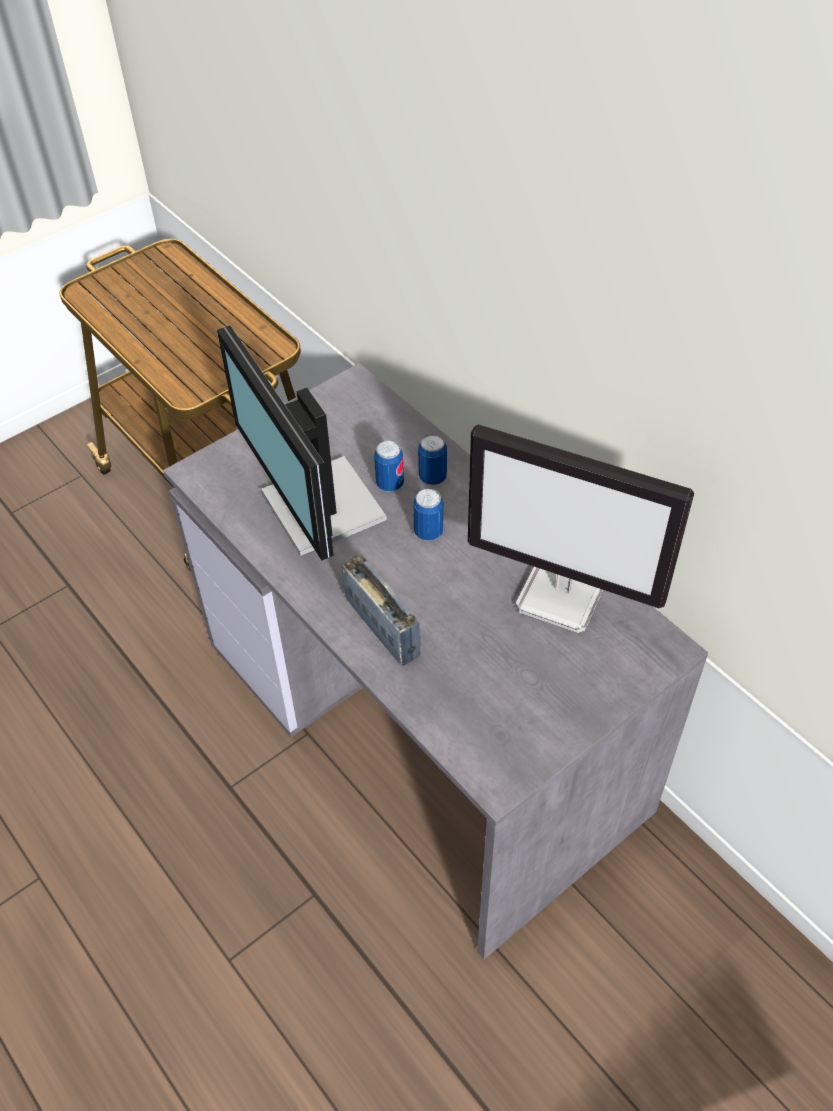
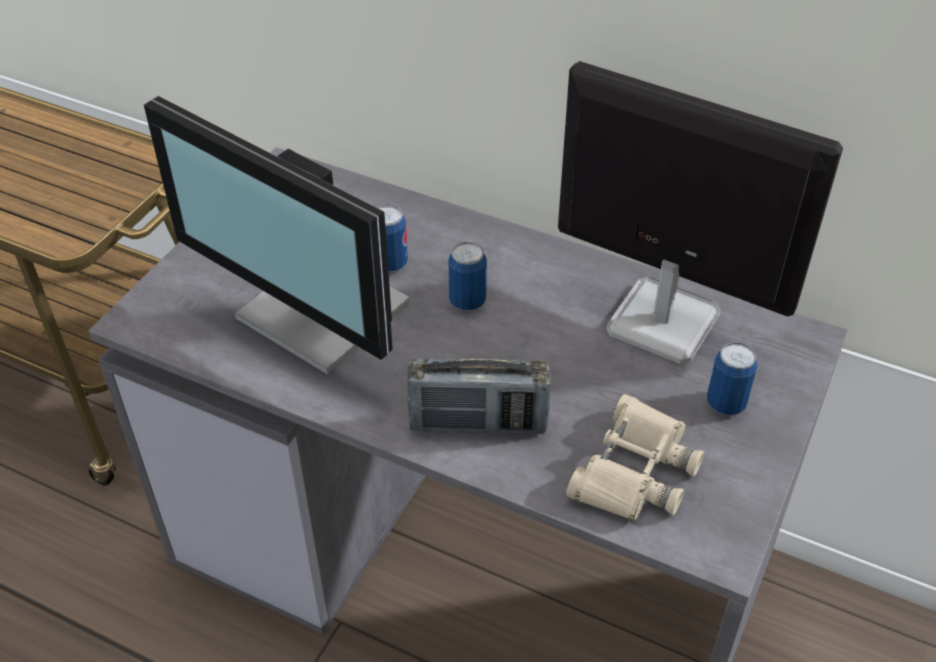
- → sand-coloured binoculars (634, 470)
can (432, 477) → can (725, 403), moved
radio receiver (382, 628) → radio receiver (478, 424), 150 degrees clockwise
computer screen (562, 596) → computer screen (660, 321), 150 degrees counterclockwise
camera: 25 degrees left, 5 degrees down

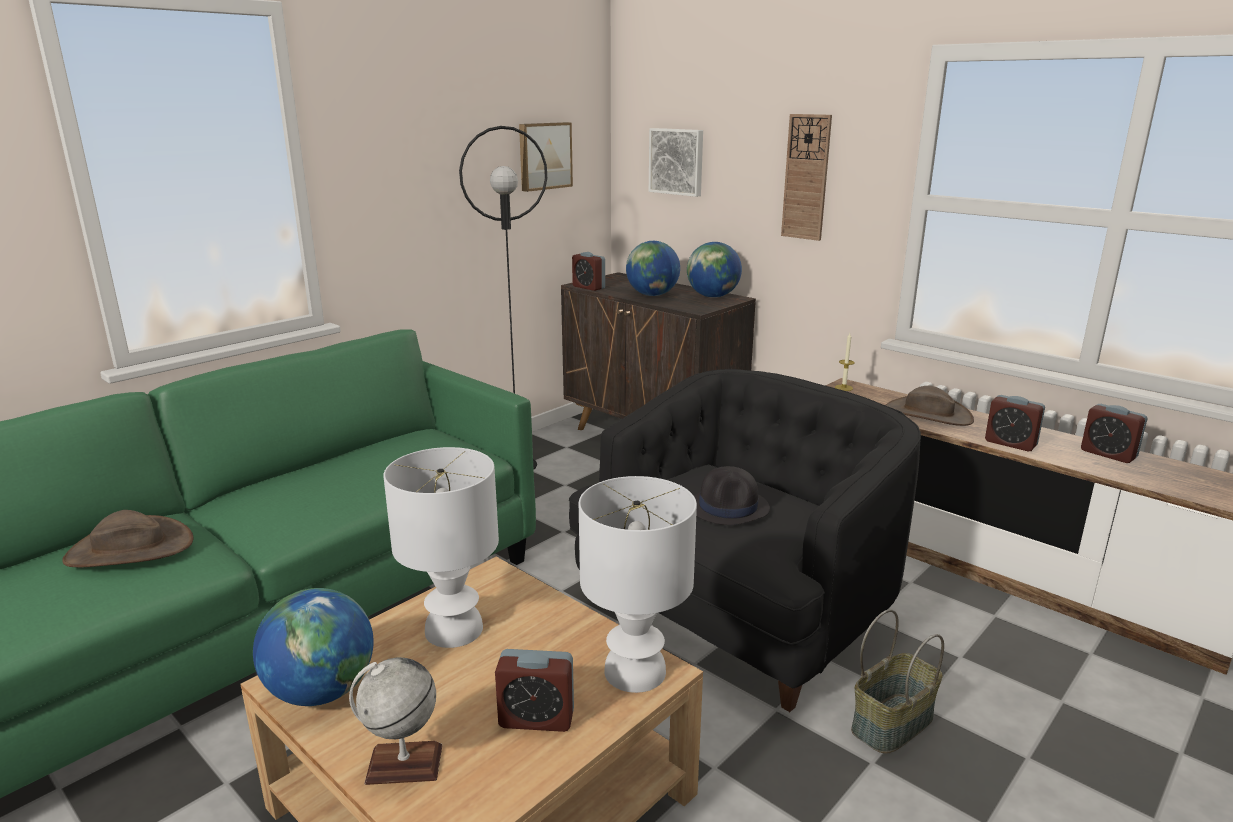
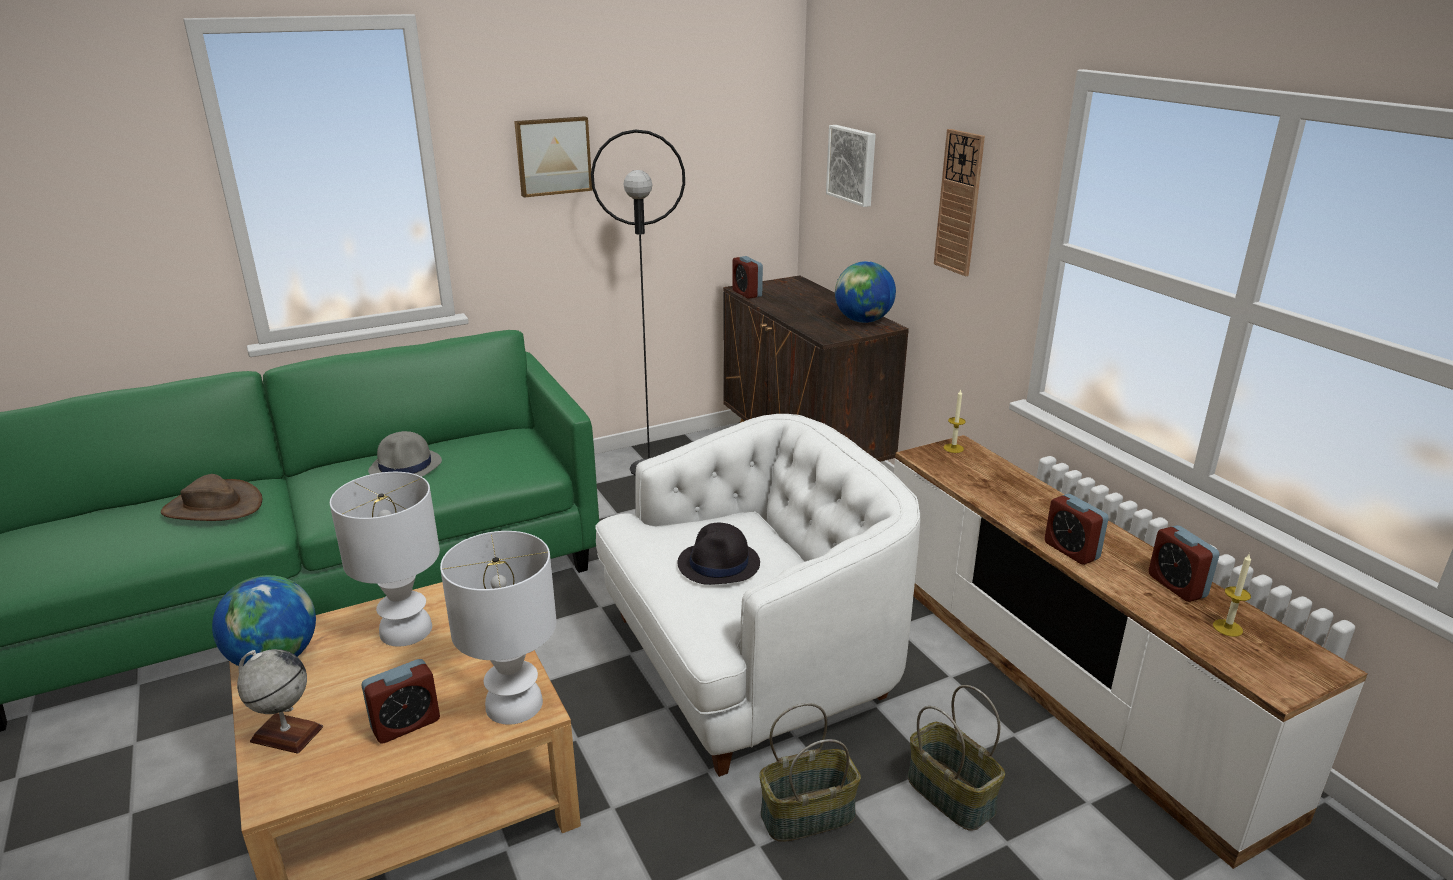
desk globe (652, 295) → -
brown wearable hat (927, 414) → -
- → grey wearable hat (406, 466)
- → household basket (952, 795)
- → wax light (1227, 628)
picture (544, 156) → picture (553, 156), moved
black armchair (737, 607) → white-coloured armchair (749, 661)
bedside clock (536, 719) → bedside clock (406, 724), 60 degrees counterclockwise
camera: 20 degrees right, 5 degrees up

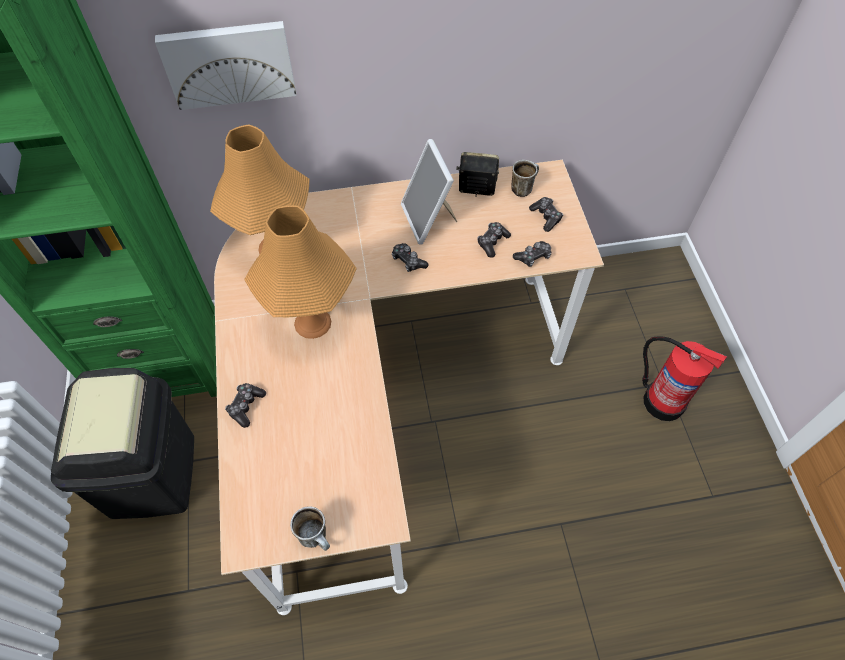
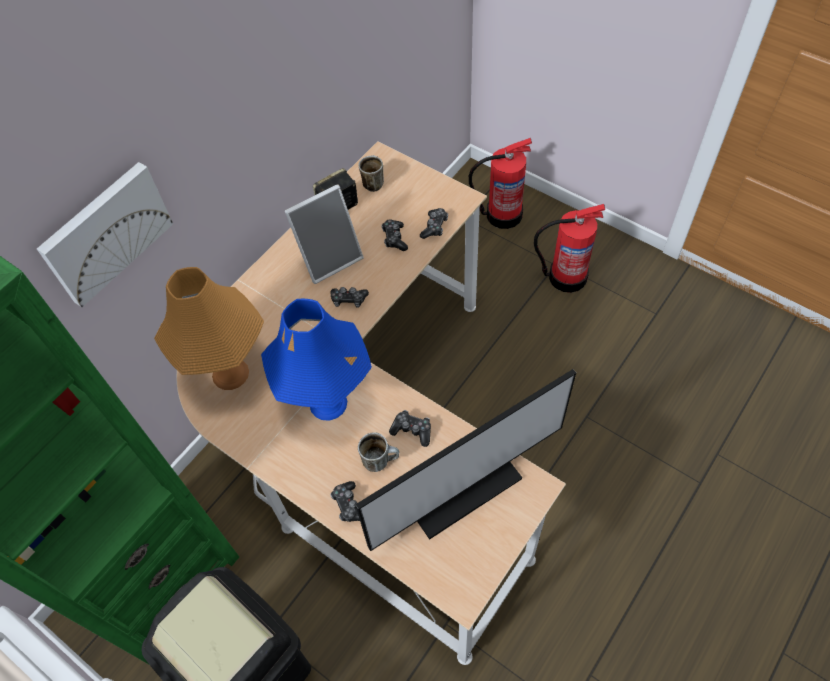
- → computer screen (461, 488)
- → fire-fighting cylinder (502, 215)
tea mug (317, 537) → tea mug (380, 460), moved
game controller (546, 217) → game controller (412, 430), moved
orange table lamp (312, 323) → blue-coloured table lamp (328, 403)
photo frame (429, 220) → photo frame (329, 257), 60 degrees counterclockwise
camera: 40 degrees left, 0 degrees up

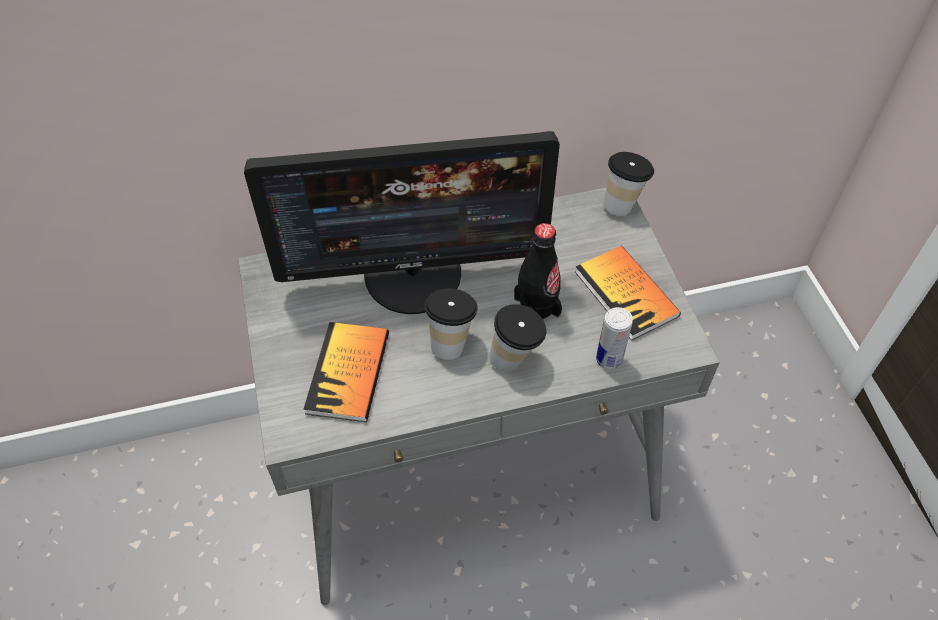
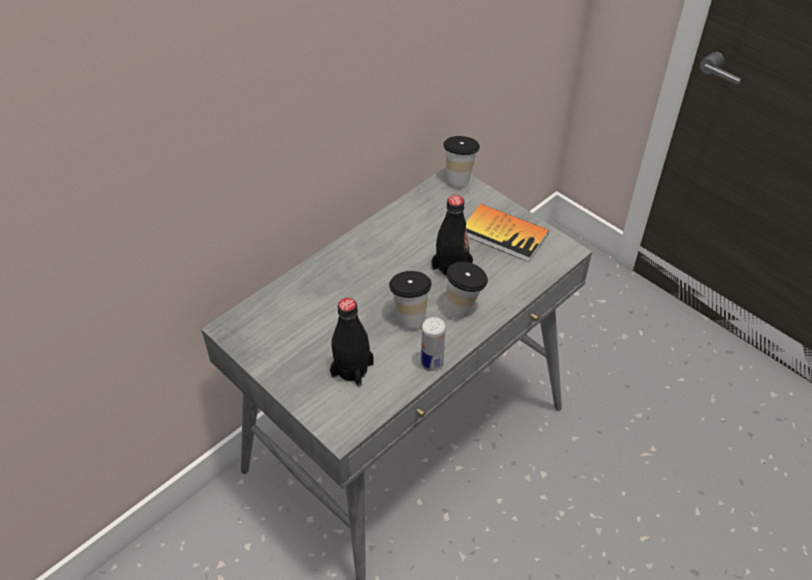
computer screen (413, 274) → -
can (609, 359) → can (432, 363), moved
book (348, 373) → black bottle (352, 369)
camera: 30 degrees left, 5 degrees down

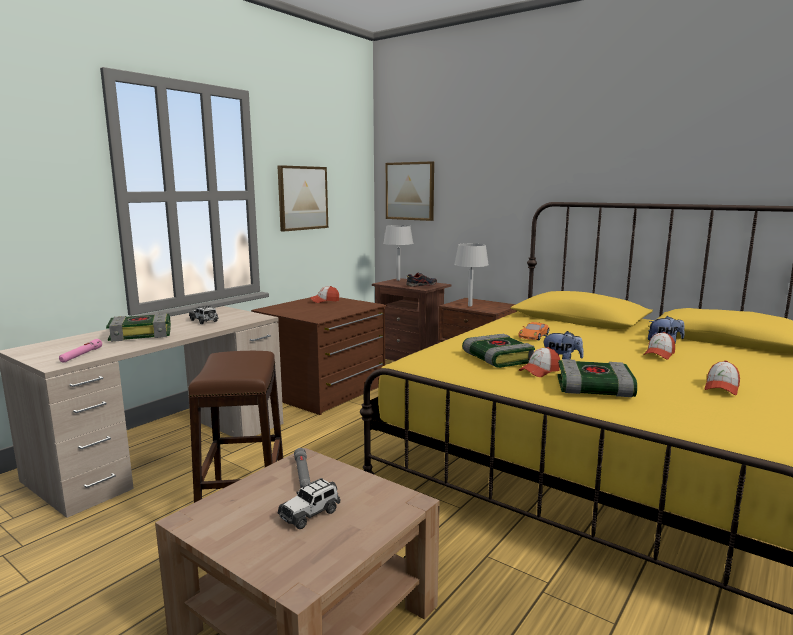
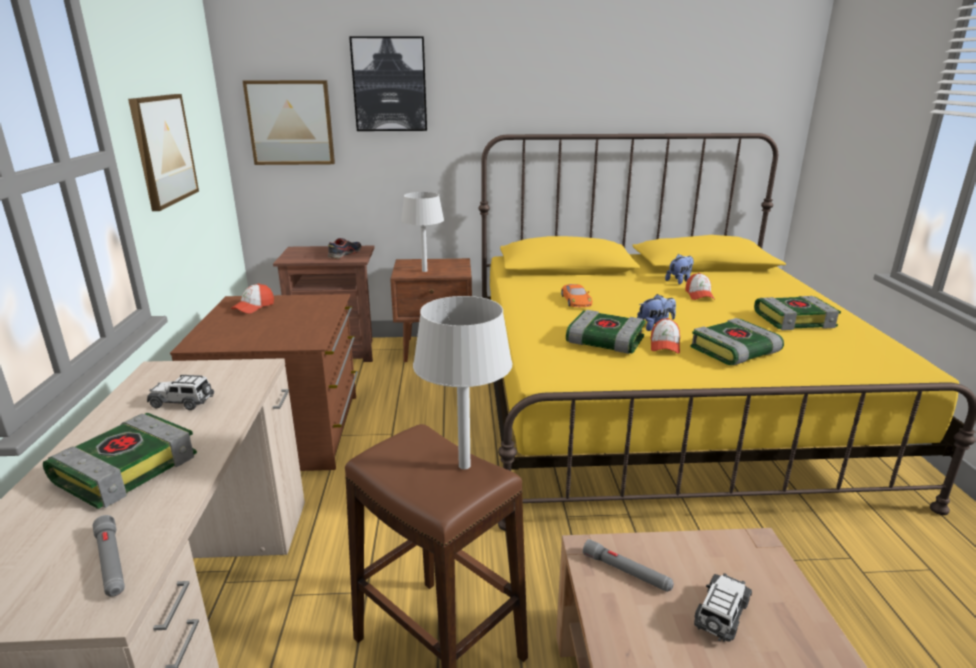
- → picture (389, 84)
grey table lamp (398, 280) → grey table lamp (464, 466), moved
cap (721, 388) → book (794, 320)
pink hand torch (81, 355) → grey hand torch (111, 562)
toy car (310, 514) → toy car (721, 615), 150 degrees counterclockwise
camera: 40 degrees left, 10 degrees up

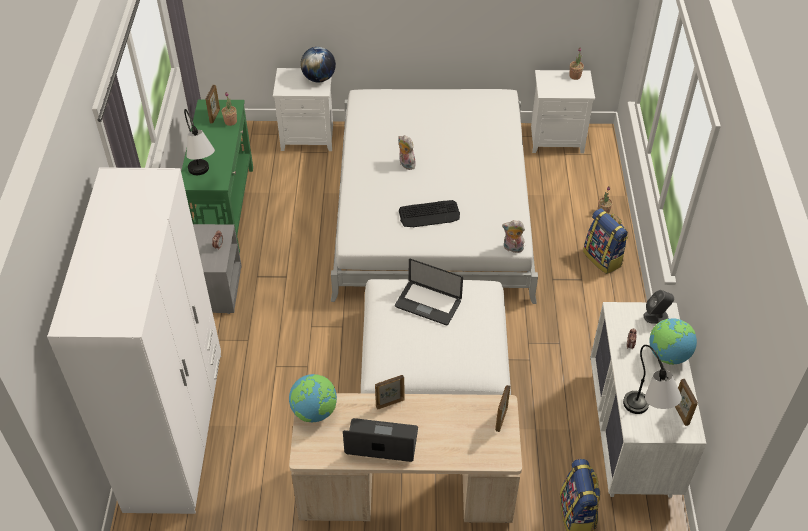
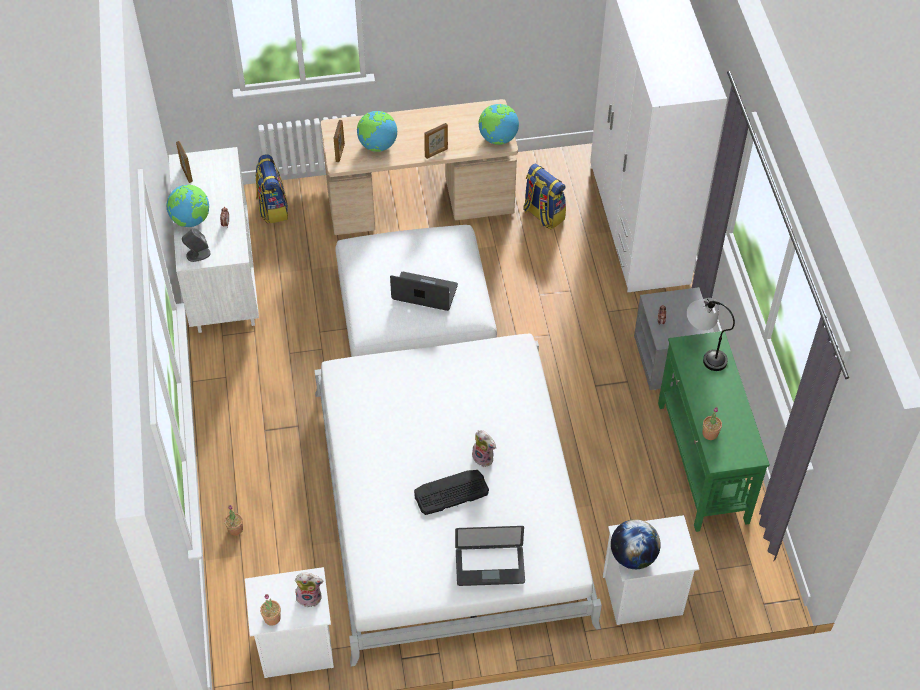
photo frame (215, 116) → -
table lamp (646, 416) → -
- → desk globe (377, 145)
laptop (381, 441) → laptop (490, 566), moved
keyboard (429, 214) → keyboard (450, 492), moved
cuddly toy (512, 248) → cuddly toy (310, 597), moved
backpack (603, 258) → backpack (543, 215), moved
camera: 170 degrees right, 5 degrees up

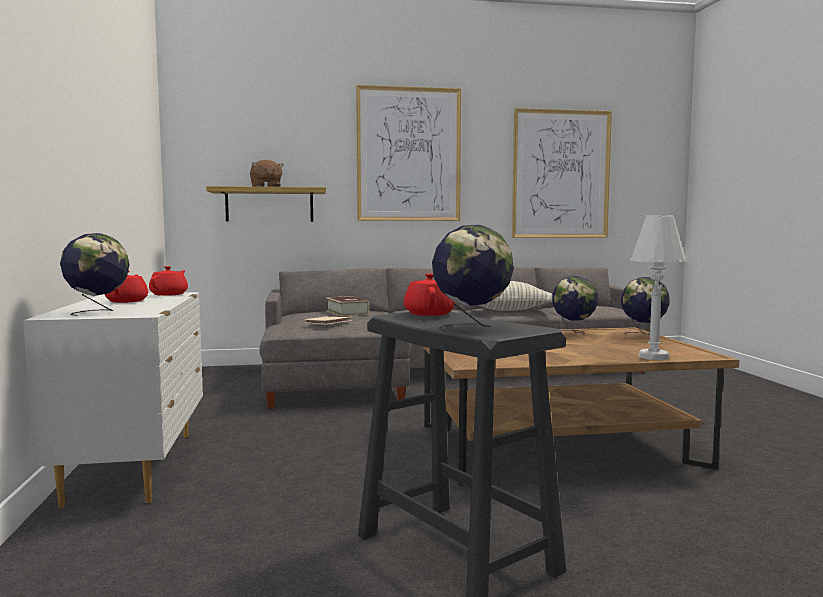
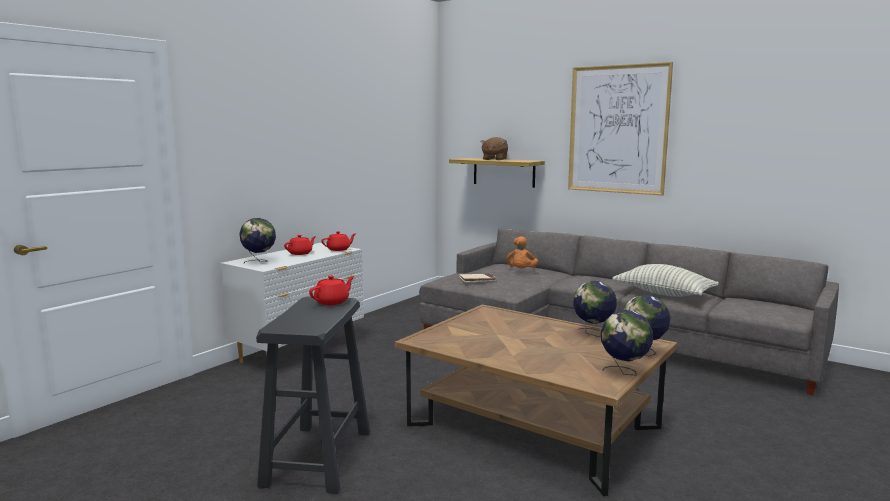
picture (561, 174) → -
white-coloured table lamp (653, 357) → -
desk globe (472, 327) → desk globe (624, 372), moved
book (347, 312) → orange cuddly toy (521, 271)
camera: 45 degrees right, 5 degrees up

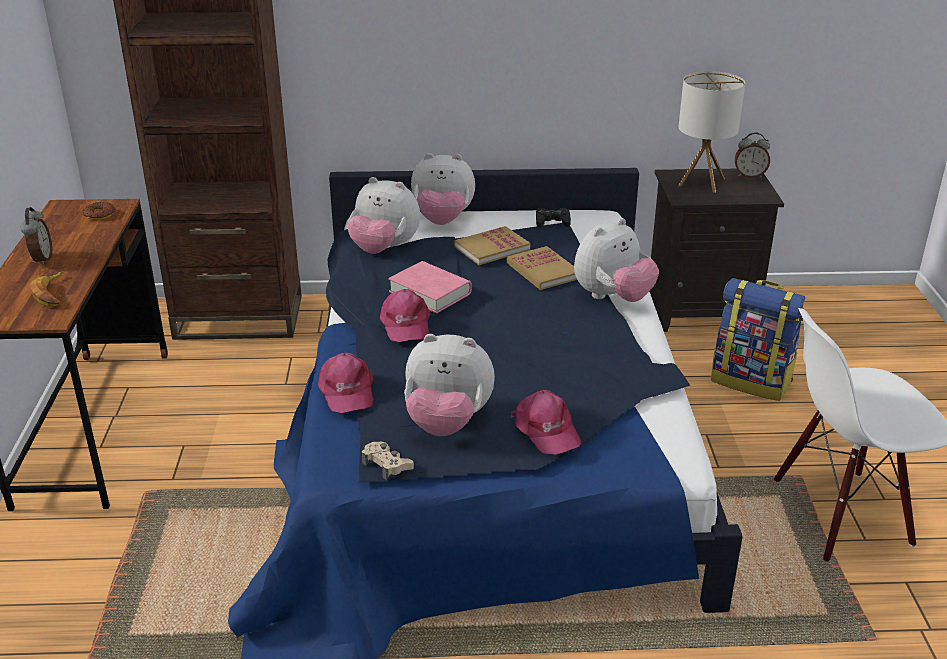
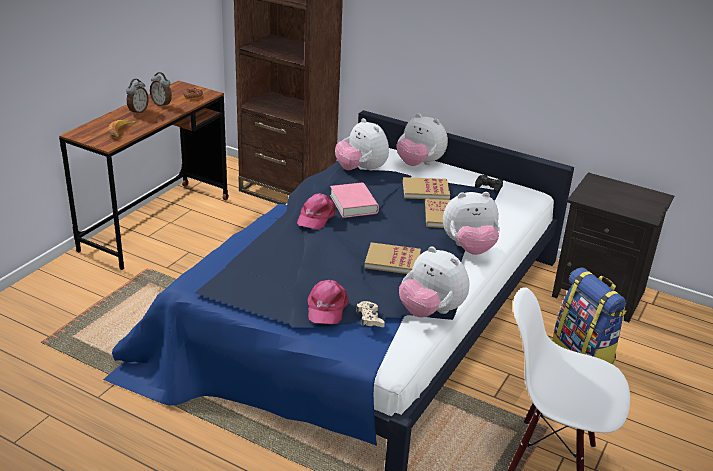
pink cap (346, 391) → -
table lamp (701, 182) → -
- → book (392, 261)
sand-coloured game controller (387, 465) → sand-coloured game controller (369, 319), moved
cuddly toy (447, 423) → cuddly toy (431, 311), moved
bedside clock (749, 175) → bedside clock (162, 104), moved
camera: 30 degrees right, 0 degrees up

